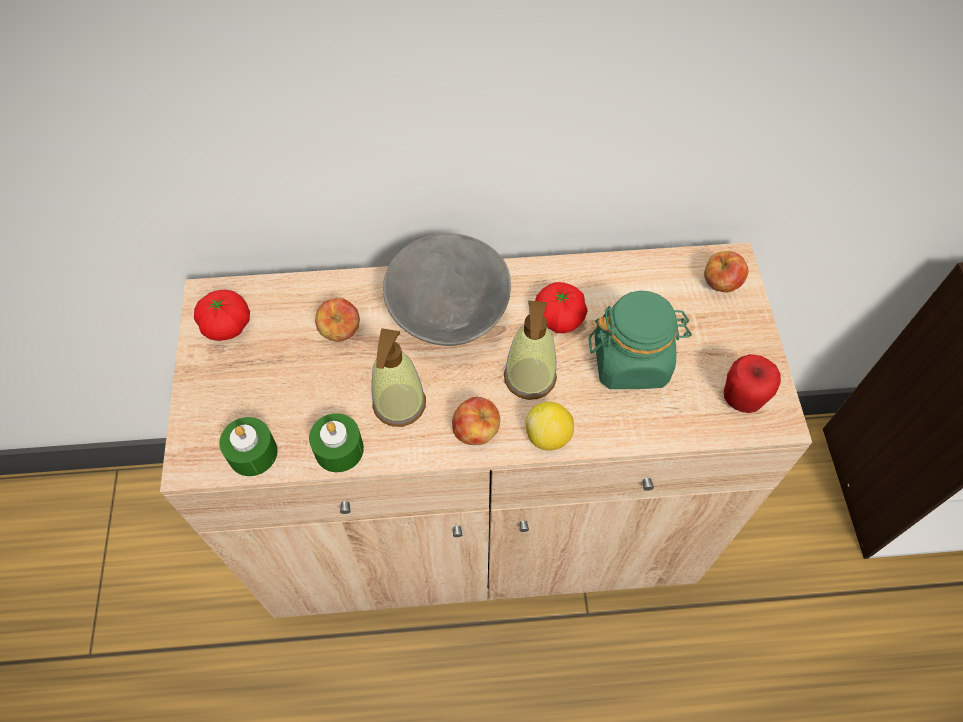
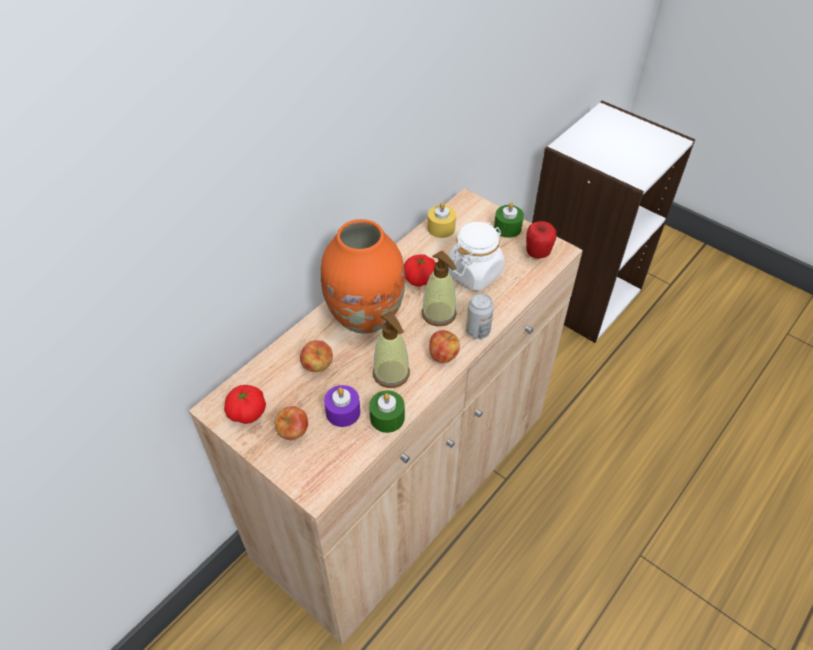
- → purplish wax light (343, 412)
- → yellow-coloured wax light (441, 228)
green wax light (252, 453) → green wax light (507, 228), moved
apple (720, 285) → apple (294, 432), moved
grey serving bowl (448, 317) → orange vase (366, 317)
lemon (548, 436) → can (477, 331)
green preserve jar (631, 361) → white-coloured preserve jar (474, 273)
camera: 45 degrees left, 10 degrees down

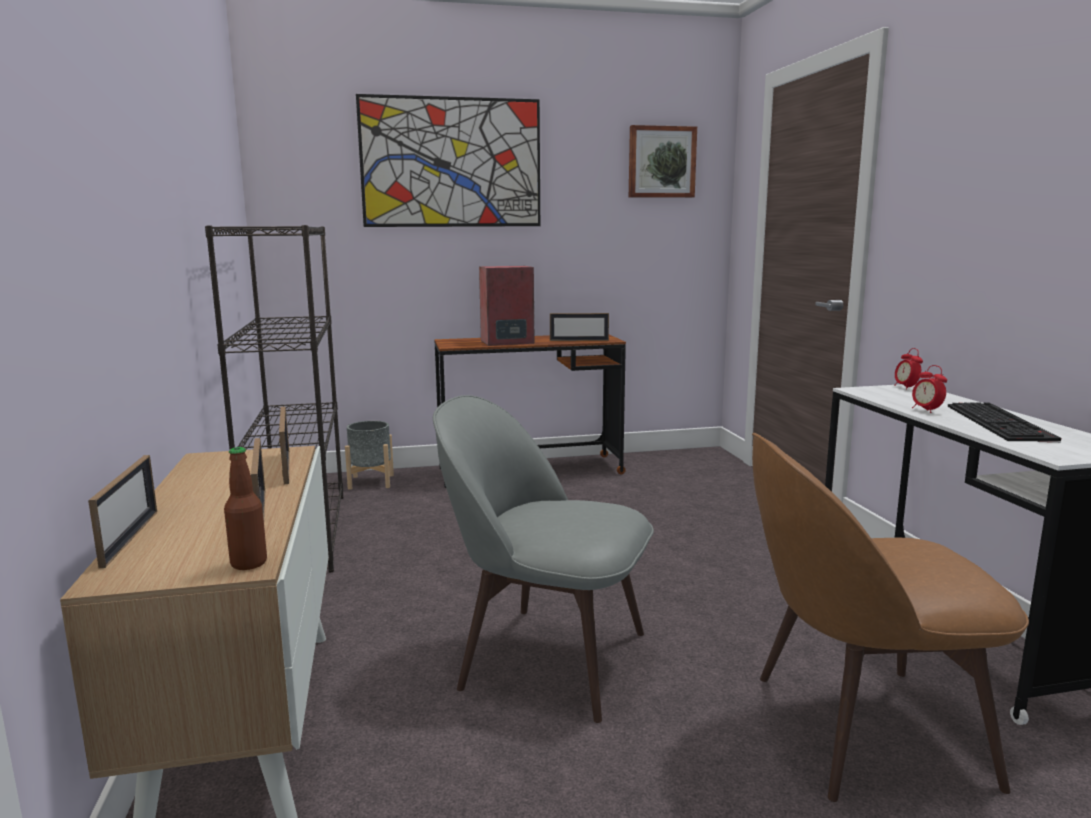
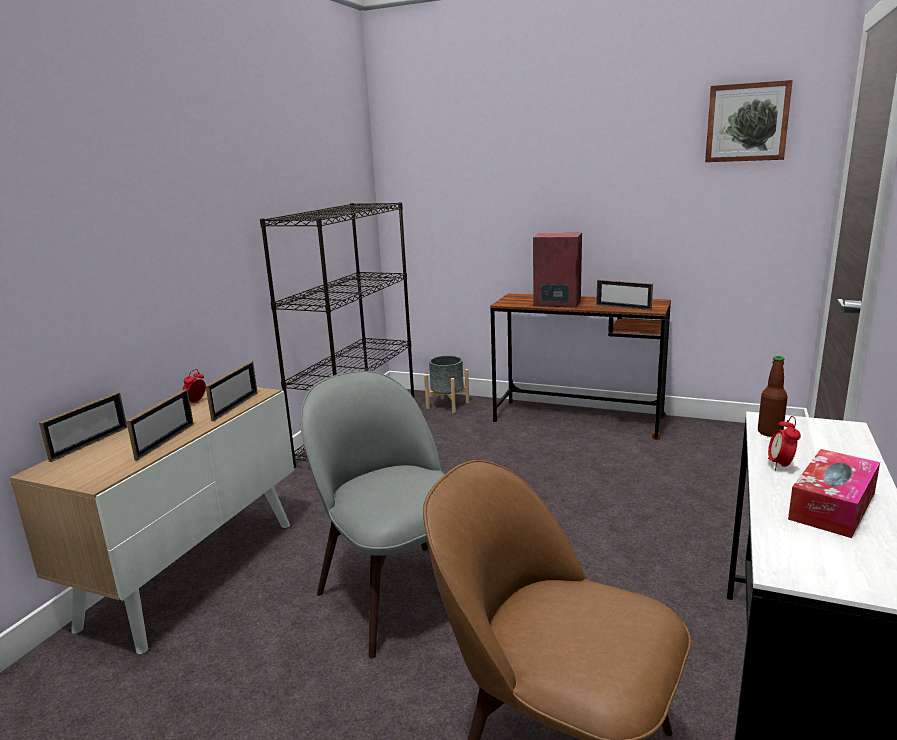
picture (451, 163) → -
bottle (249, 563) → bottle (770, 432), moved
bedside clock (906, 387) → bedside clock (196, 402), moved
keyboard (1002, 423) → tissue holder (832, 506)
camera: 35 degrees right, 5 degrees up

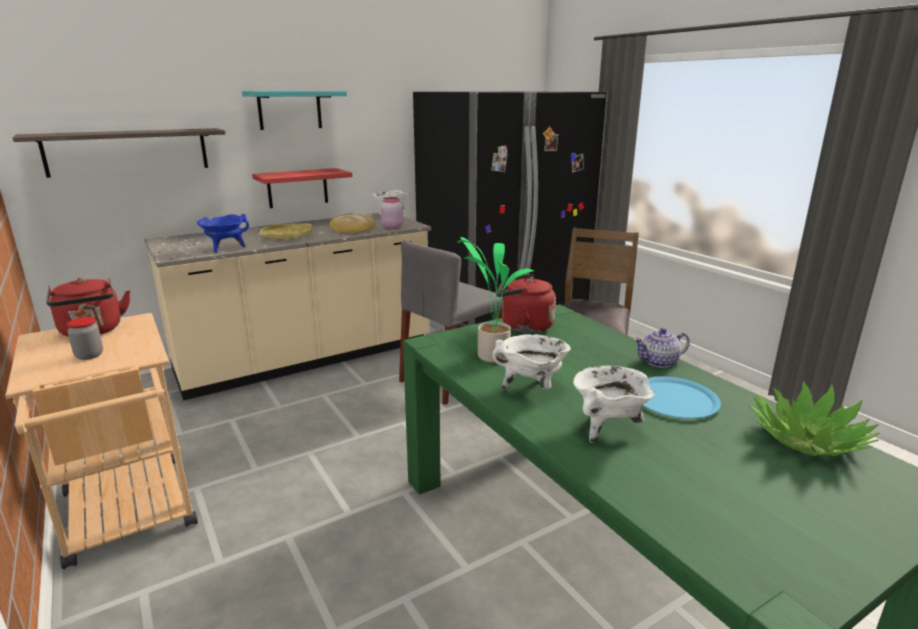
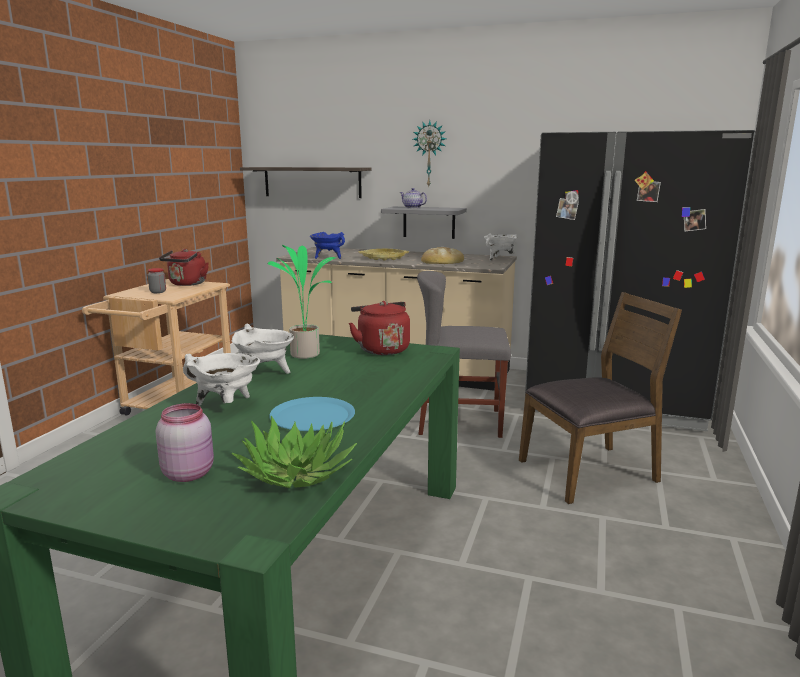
pink preserve jar (392, 227) → pink preserve jar (189, 473), moved
pot for tea (659, 362) → pot for tea (413, 207), moved
turquoise-coloured shelf (290, 110) → wall clock (429, 154)
reddish shelf (297, 188) → grey shelf (429, 222)
camera: 50 degrees right, 5 degrees down

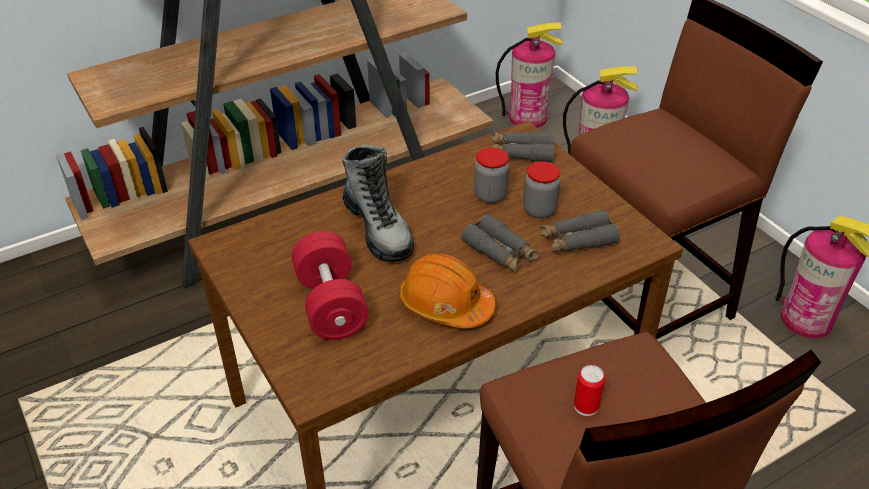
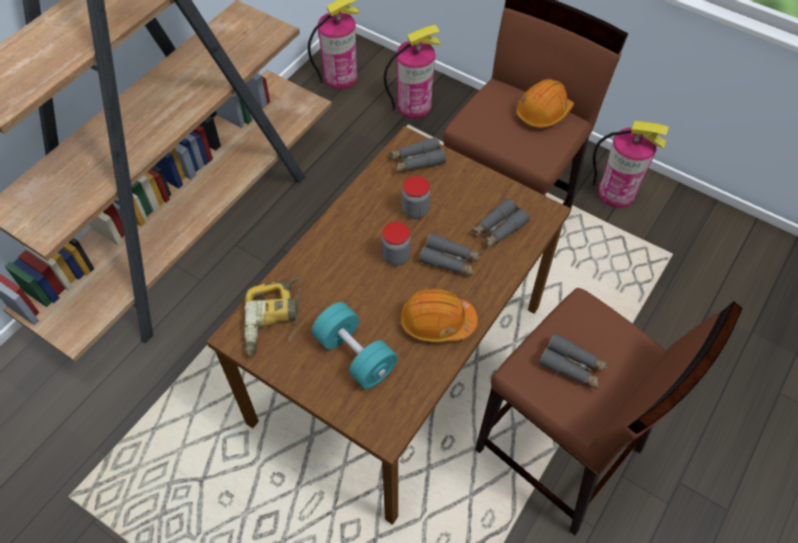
high-top boot (378, 229) → -
- → drill (274, 321)
- → orange work helmet (543, 112)
preserve jar (539, 210) → preserve jar (396, 256), moved
can (586, 406) → grey binoculars (572, 366)
reddish hand weight (331, 304) → turquoise-coloured hand weight (355, 355)
camera: 25 degrees left, 15 degrees up

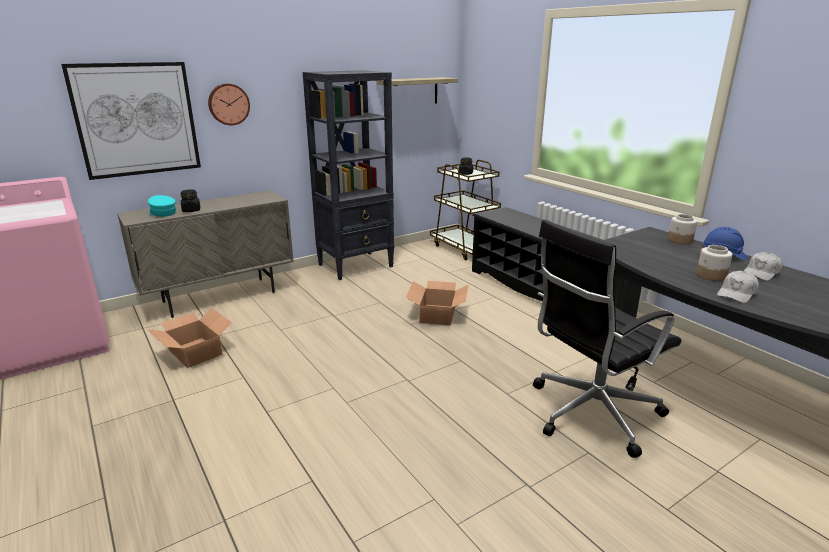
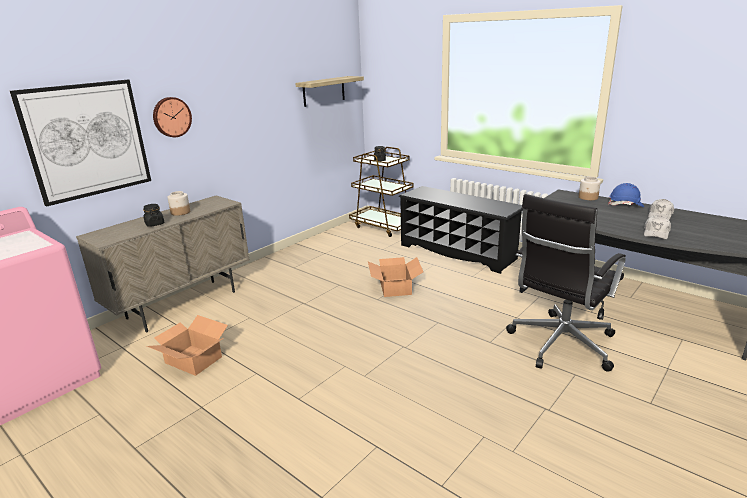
turquoise-coloured cap (162, 212) → -
black bookshelf (356, 265) → -
preserve jar (711, 275) → preserve jar (180, 212), moved
camera: 15 degrees left, 0 degrees up

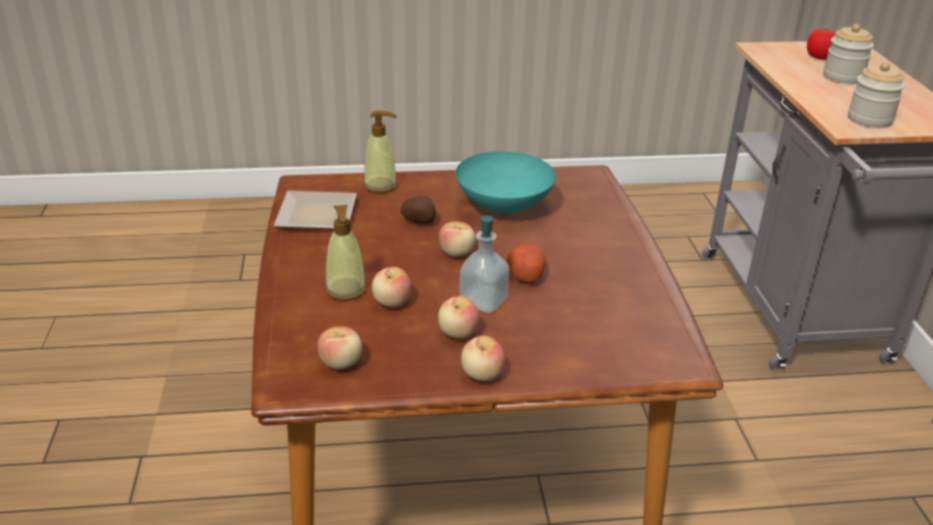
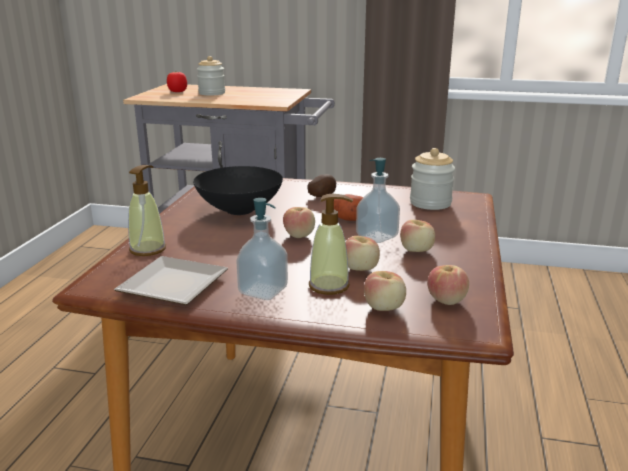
- → soap bottle (263, 291)
spud (419, 221) → spud (322, 196), moved
apple (482, 374) → apple (384, 308), moved
preserve jar (869, 119) → preserve jar (430, 203), moved
turquoise-coloured serving bowl (505, 206) → black serving bowl (240, 210)
camera: 70 degrees left, 10 degrees down

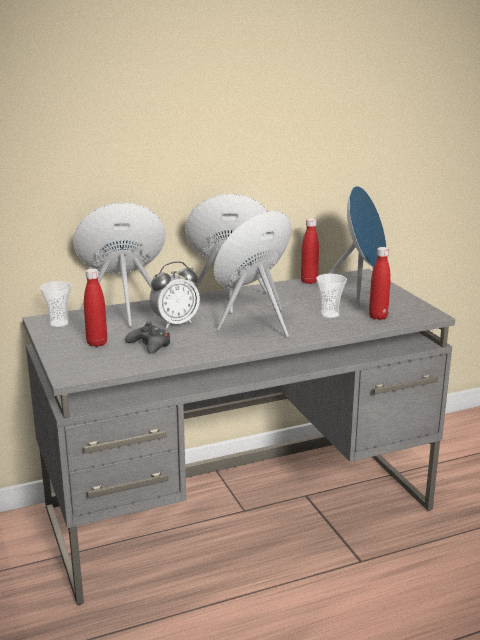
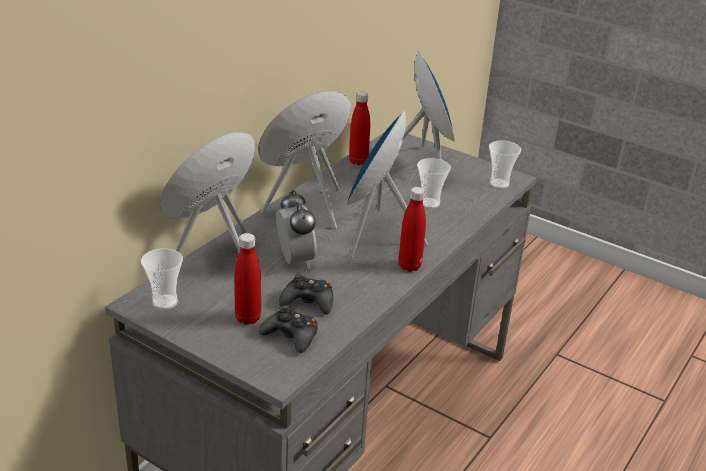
- → black game controller (291, 336)
- → small cup (499, 184)
reddish bottle (378, 317) → reddish bottle (409, 266), moved
bedside clock (175, 323) → bedside clock (295, 260), 45 degrees counterclockwise
camera: 35 degrees left, 10 degrees up

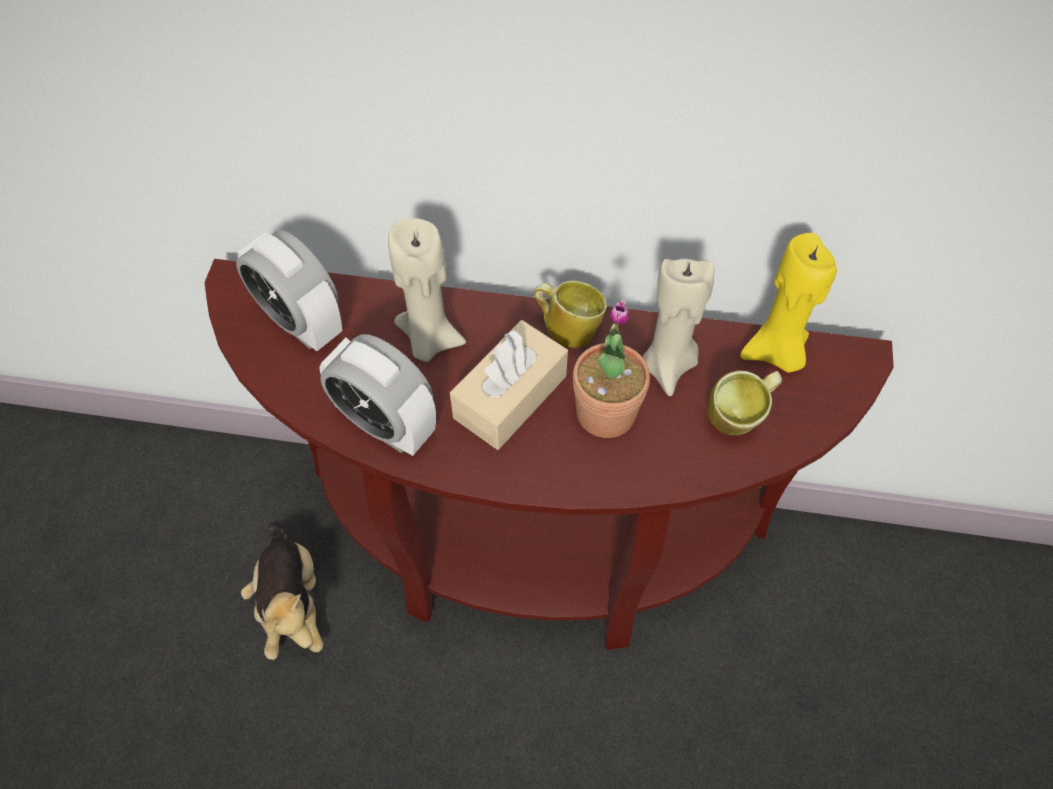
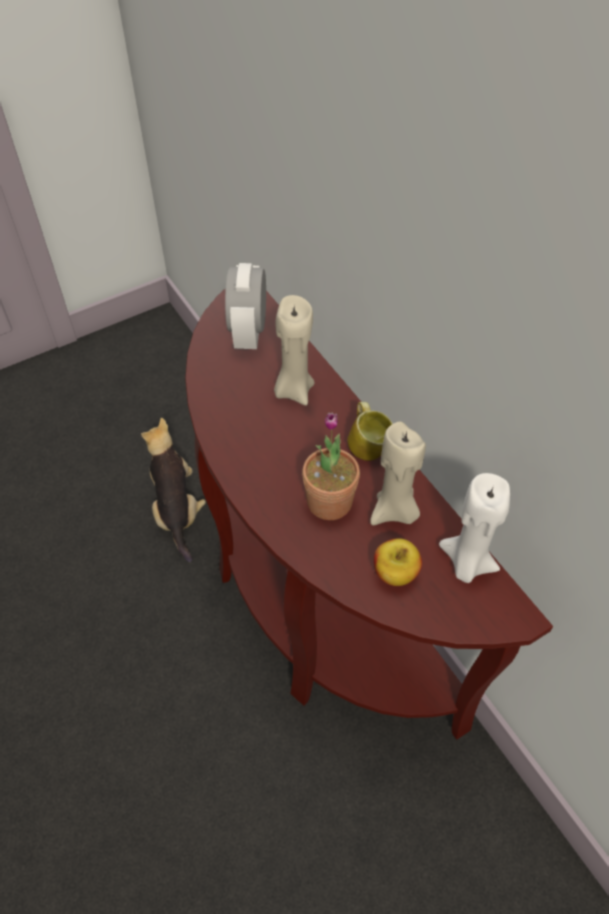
bedside clock (386, 425) → -
sand-coloured tissue holder (510, 397) → -
tea mug (738, 418) → apple (395, 573)
yellow-coloured wax light (775, 353) → white-coloured wax light (466, 563)
cuddly toy (292, 603) → cuddly toy (177, 509), 135 degrees clockwise
camera: 50 degrees right, 5 degrees down

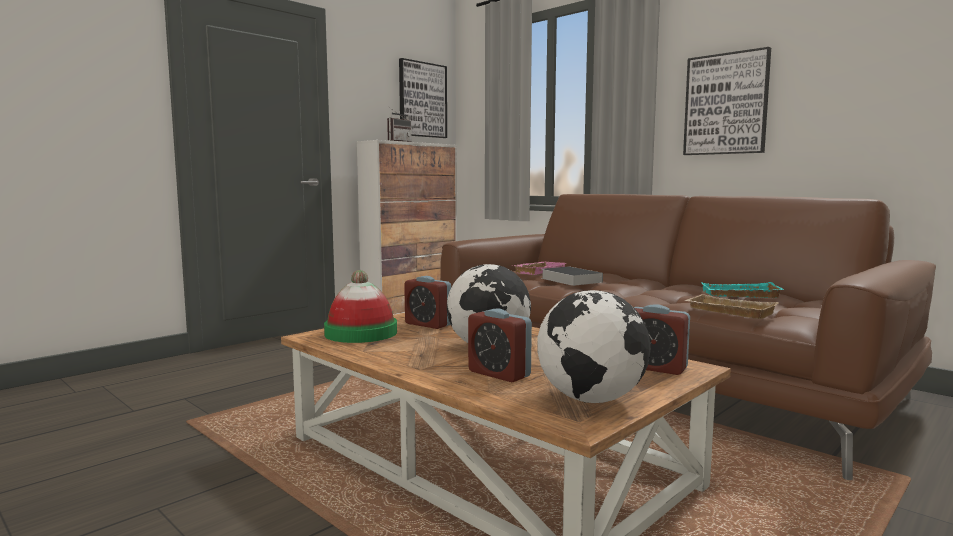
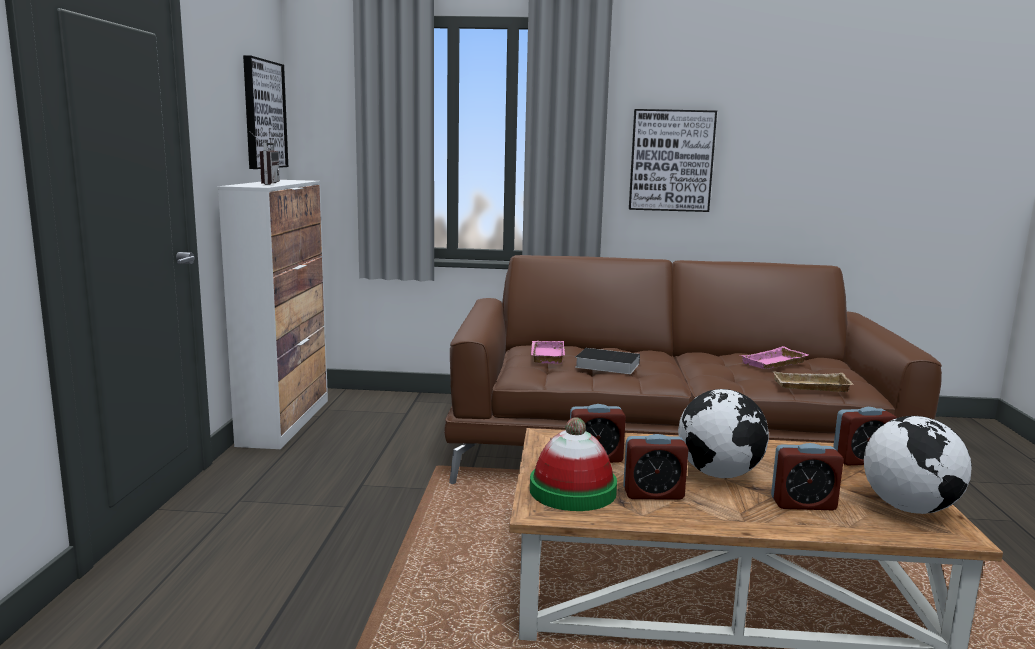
- → bedside clock (653, 494)
turquoise-coloured carrying tray (740, 295) → pink carrying tray (774, 364)
camera: 40 degrees left, 5 degrees up

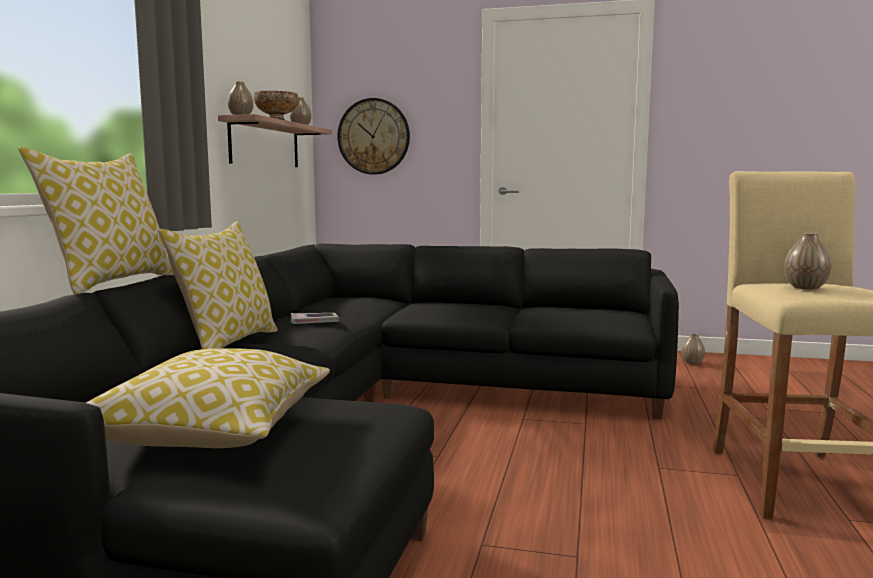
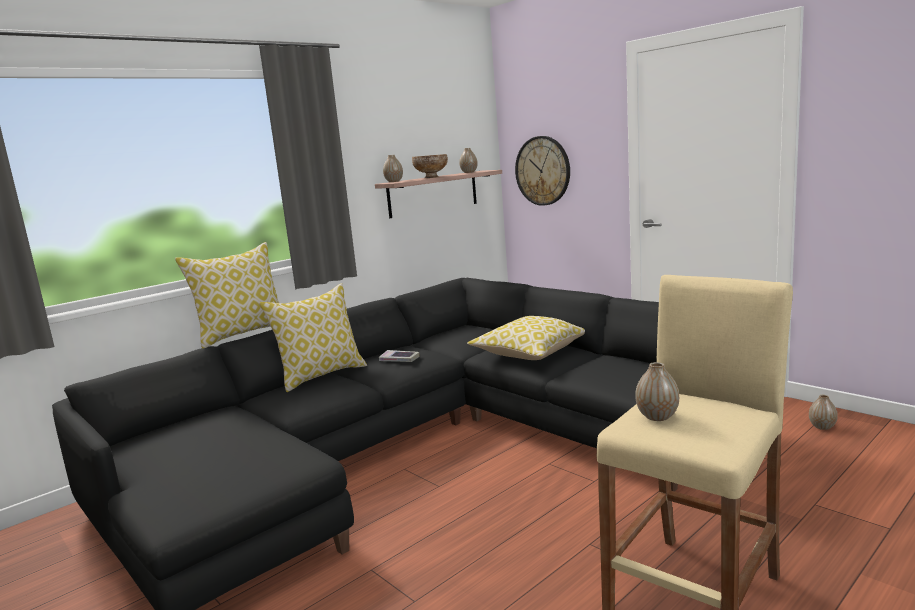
throw pillow (208, 430) → throw pillow (529, 352), moved
camera: 35 degrees right, 5 degrees up

